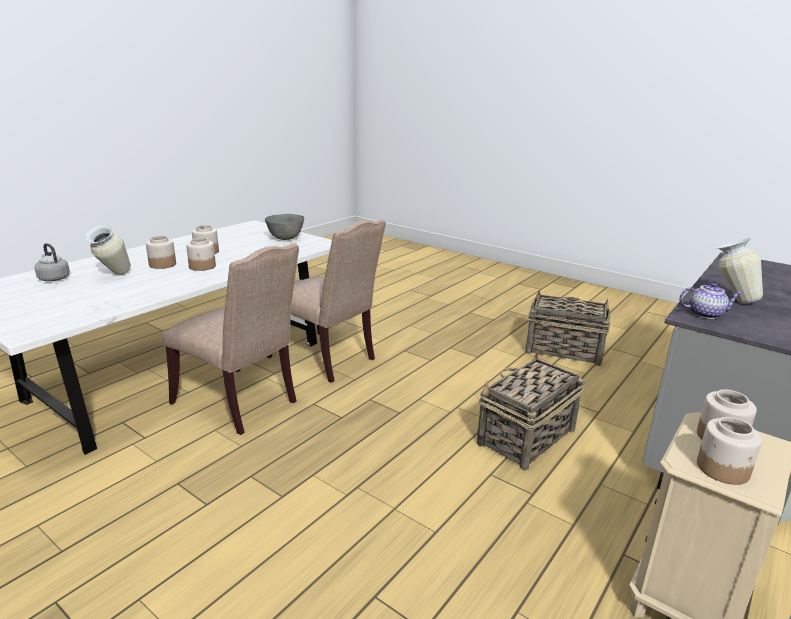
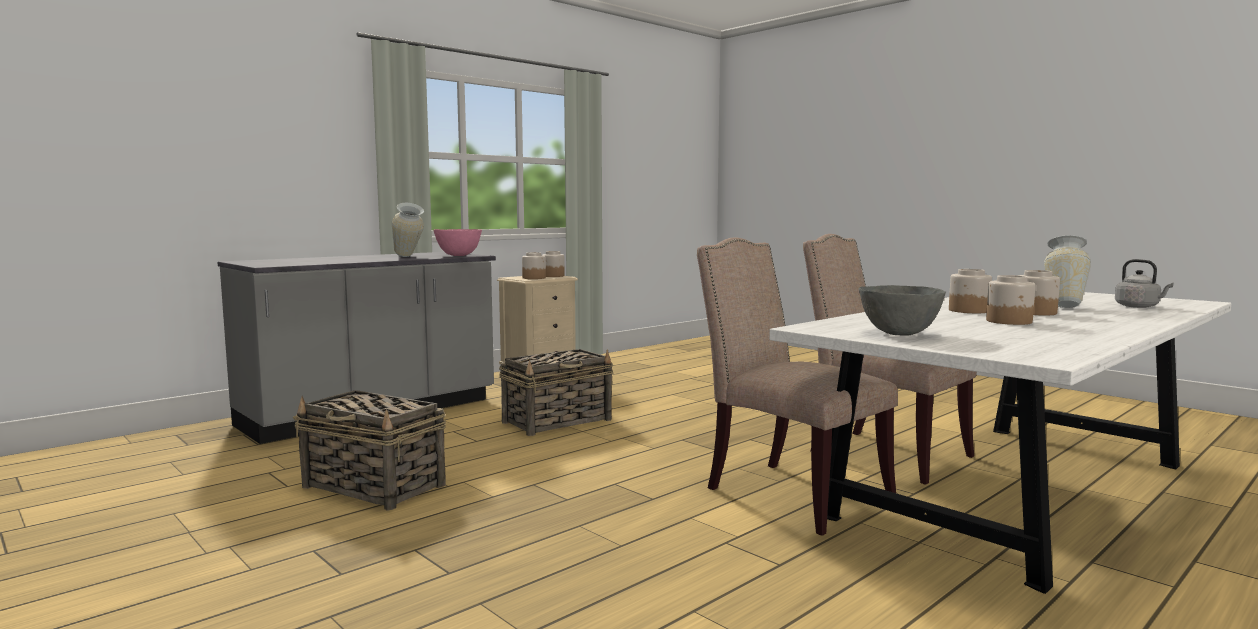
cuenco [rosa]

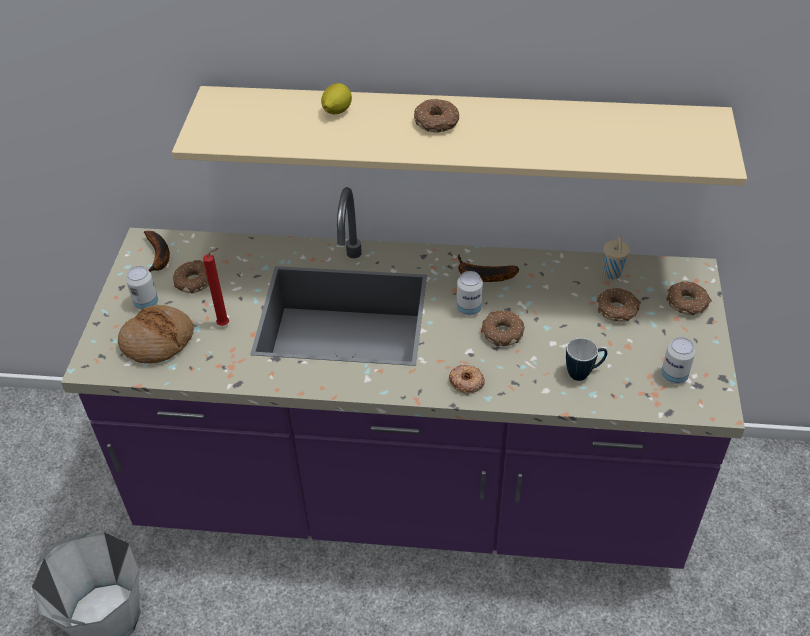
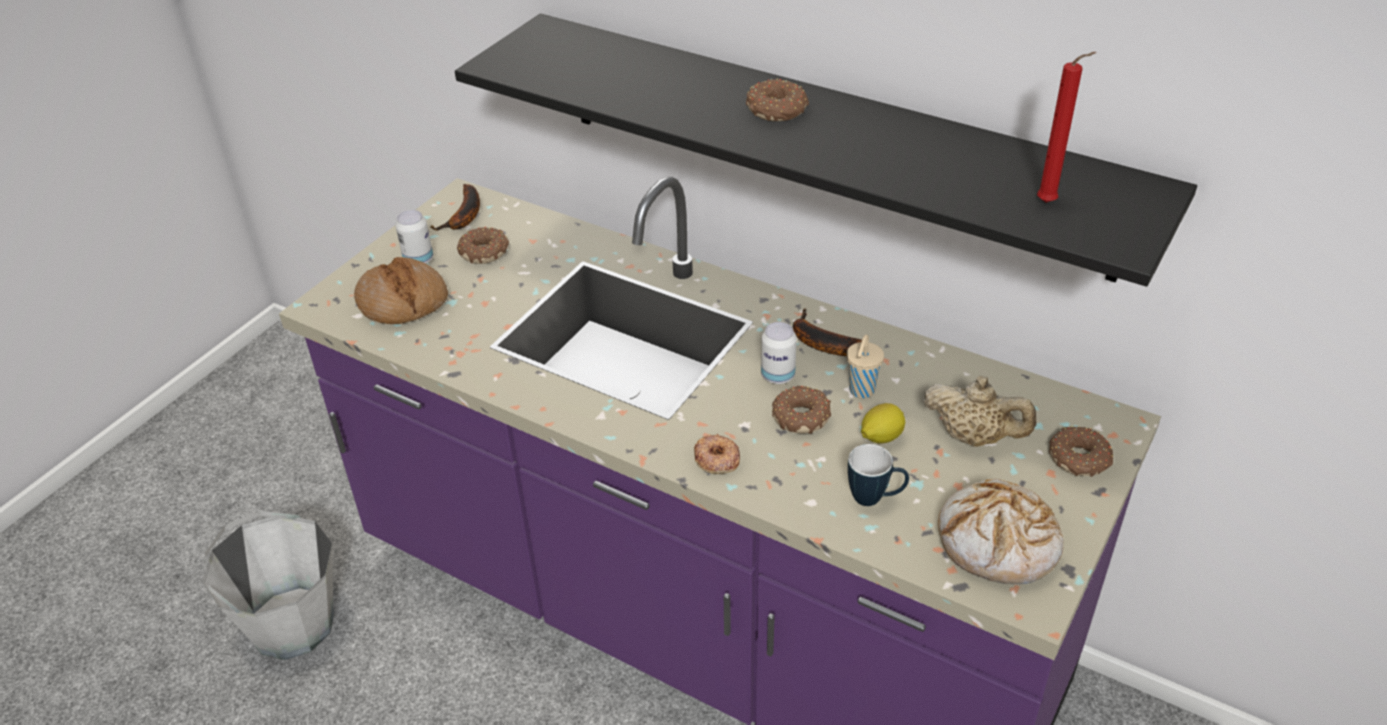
estante [negro]; taza [beis]; limón; tetera [beis]; pan (no. 2 from left); vela [rojo]

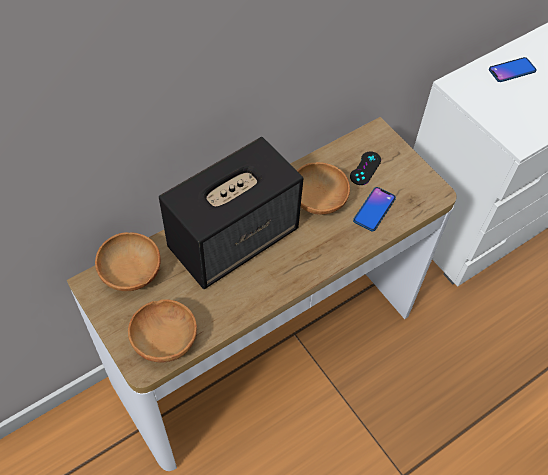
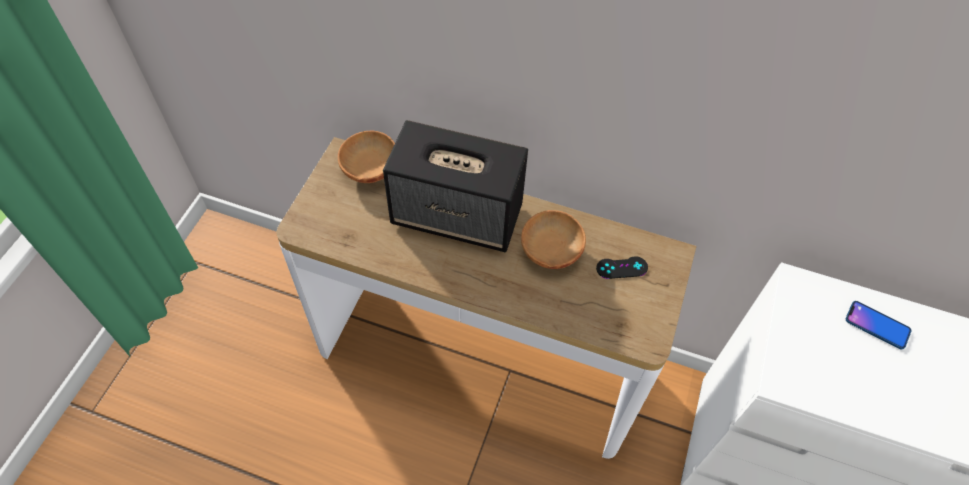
cuenco [marrón] (no. 2 from left in the first image); móvil (no. 1 from left in the first image)

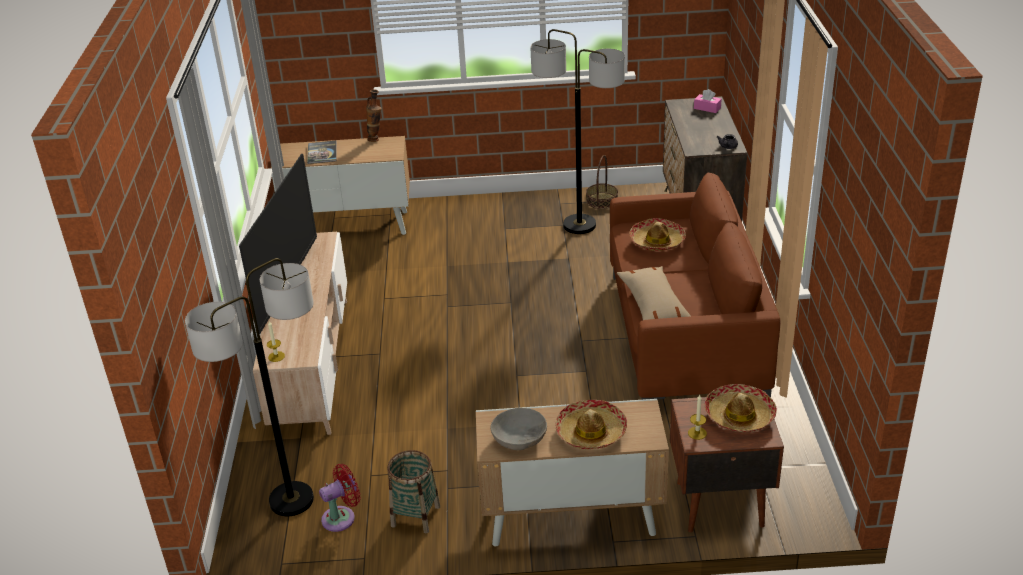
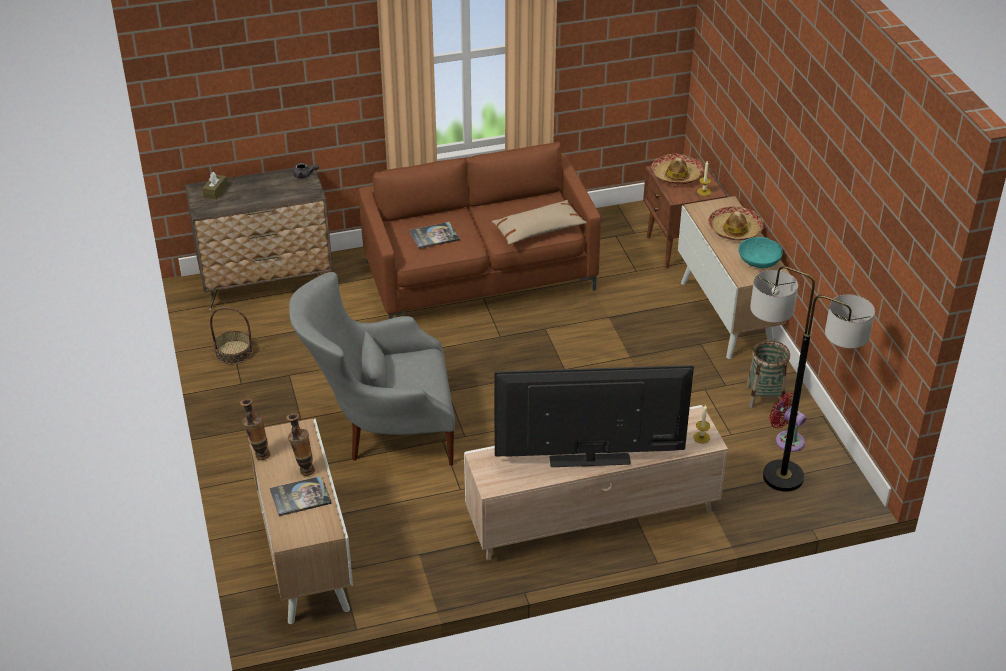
caja de pañuelos [marrón]; florero (no. 2 from left); sillón [gris]; libro (no. 2 from left); cuenco [turquesa]; lámpara de pie (no. 2 from left in the first image)

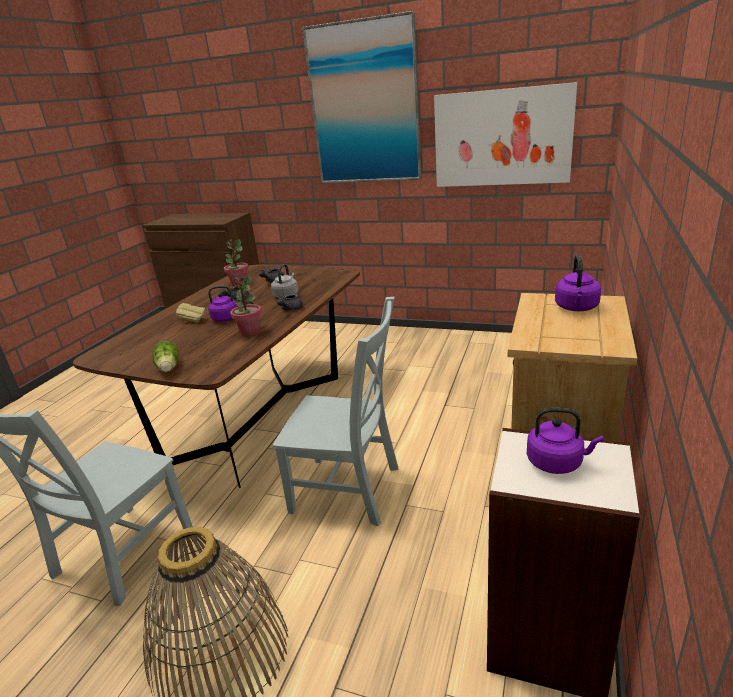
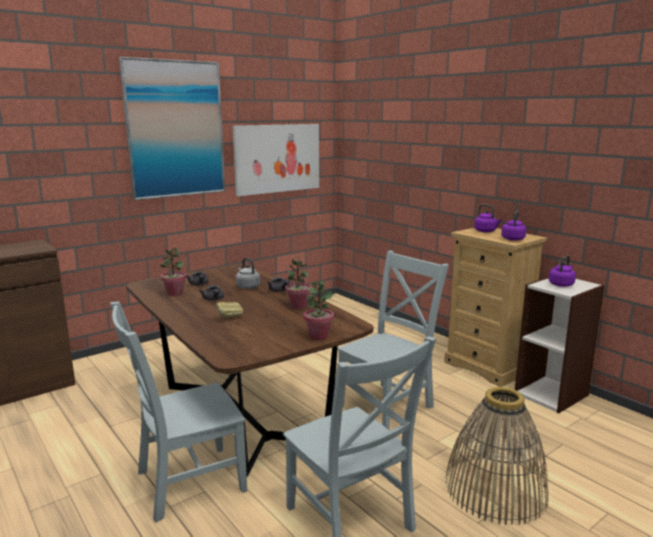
silla [gris] (no. 1 from left); planta en maceta (no. 3 from left); hervidor [morado] (no. 2 from left)

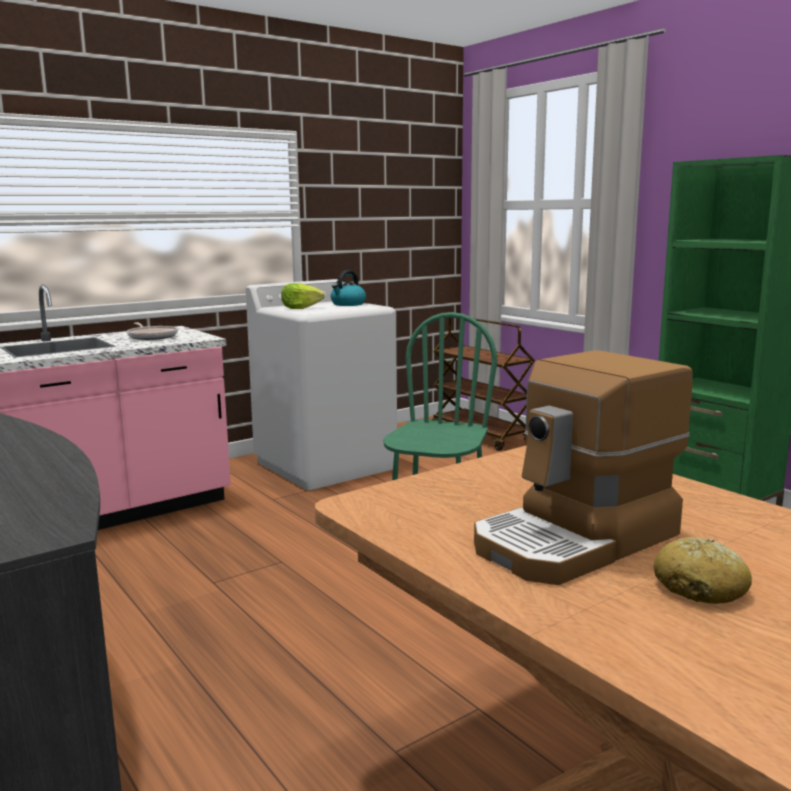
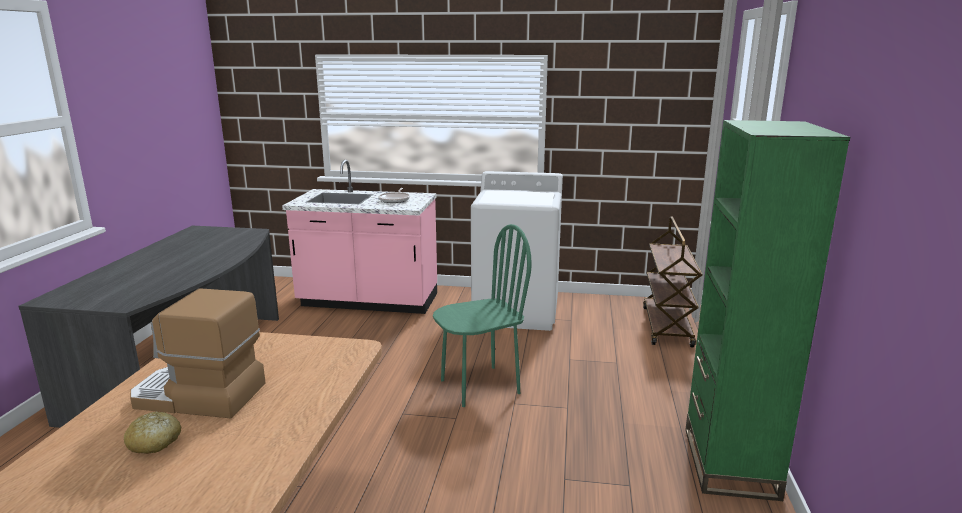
lechuga; hervidor

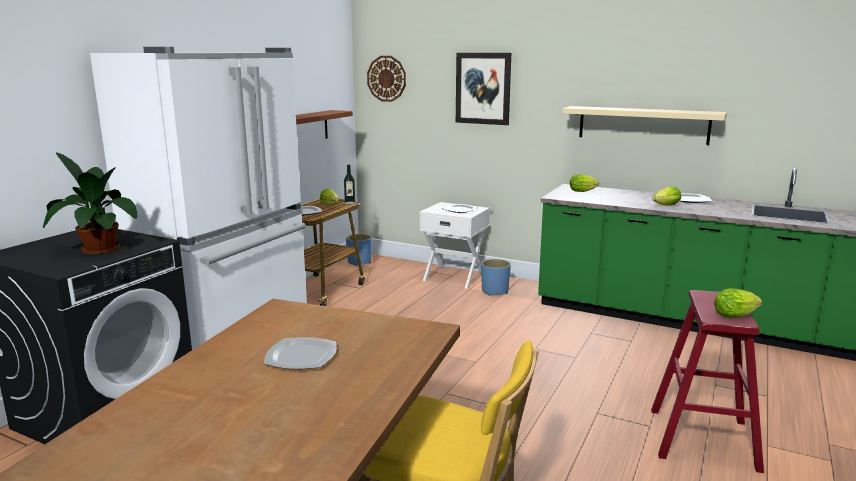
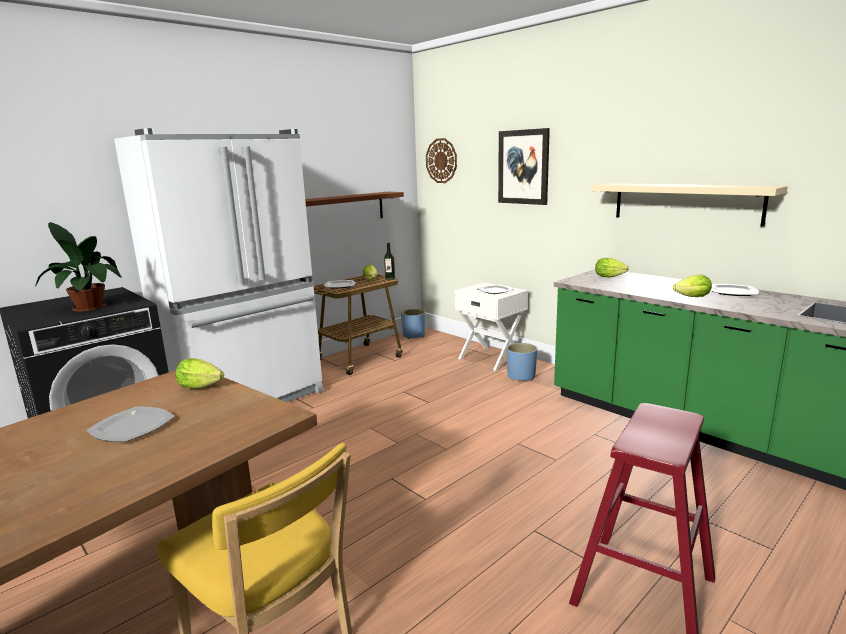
lechuga (no. 1 from left)

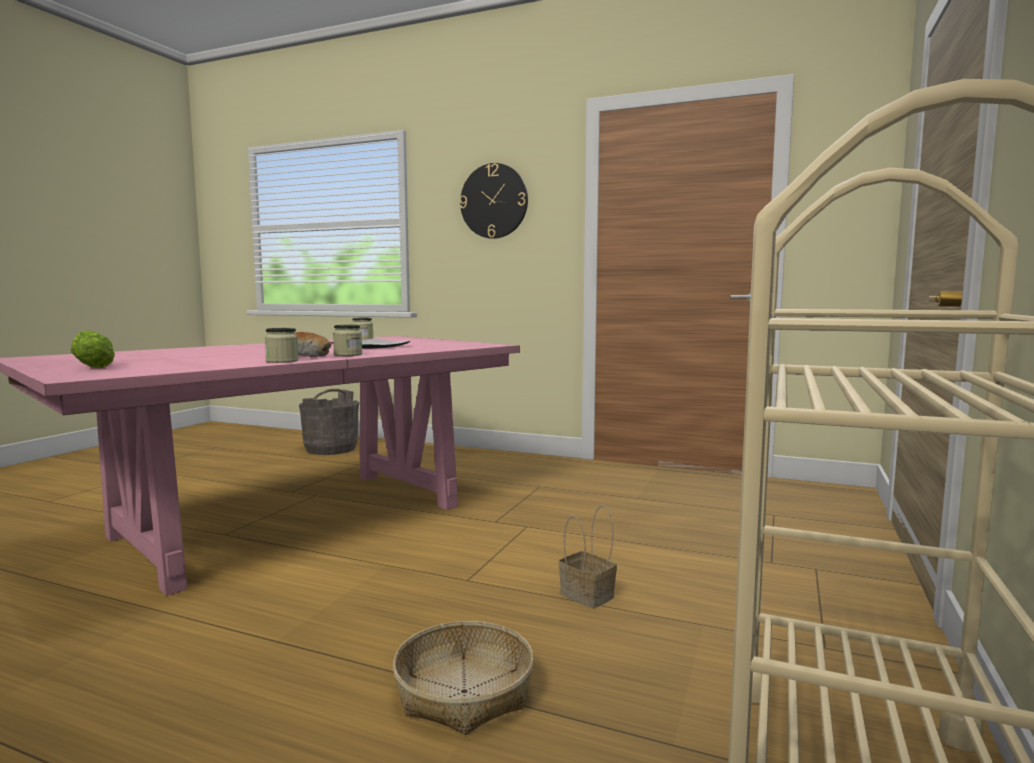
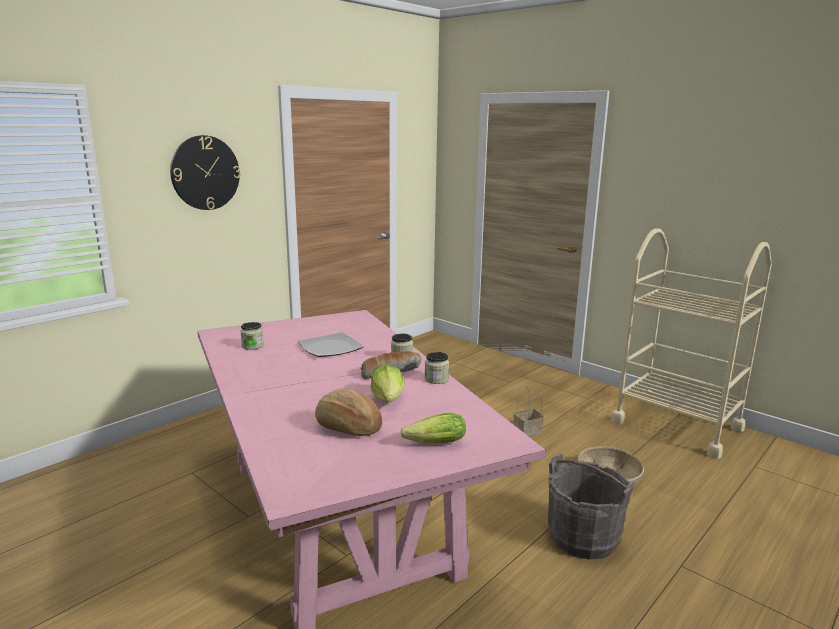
pan (no. 1 from left); lechuga (no. 1 from left); cubo [gris]

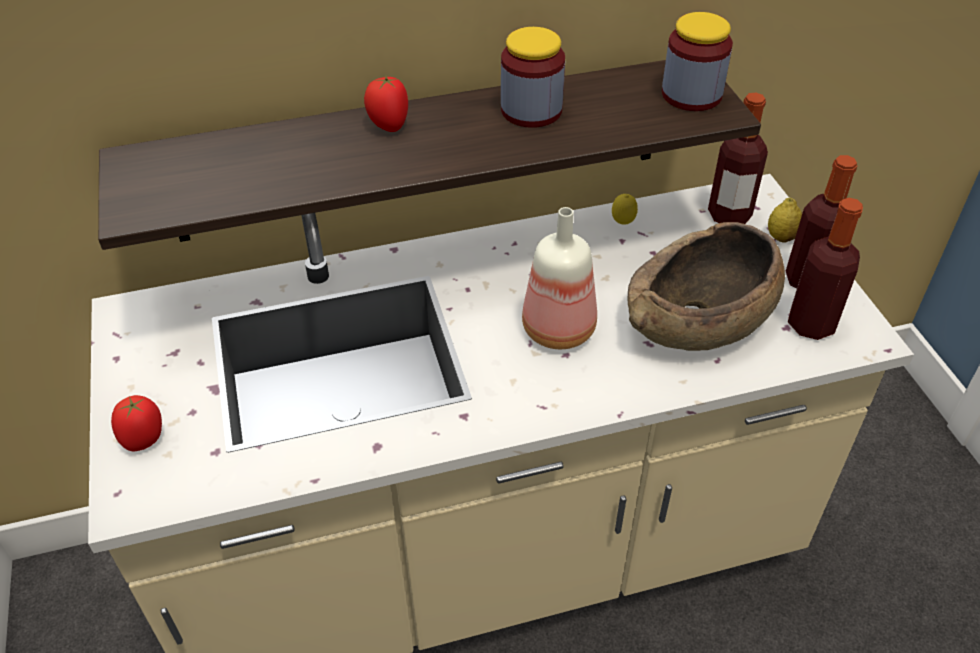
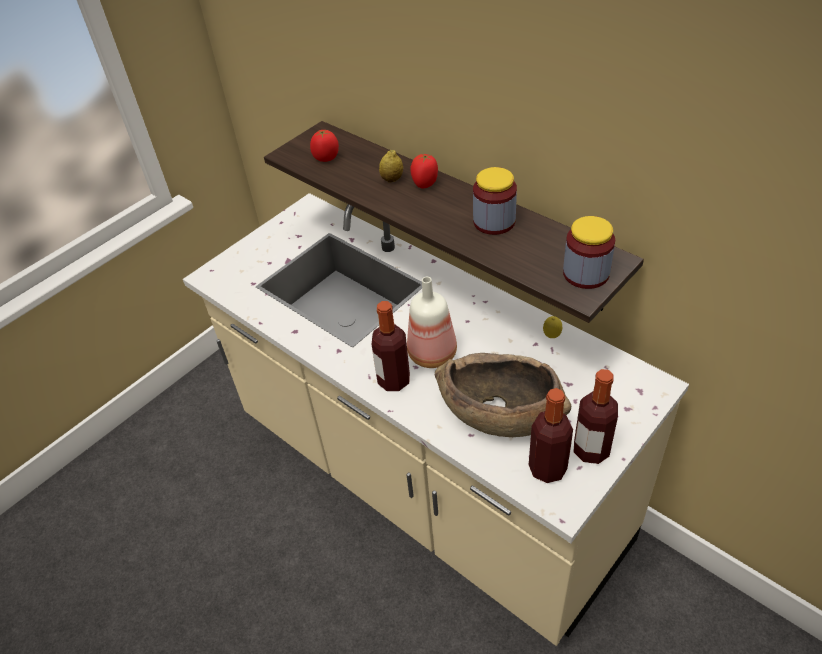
tomate (no. 1 from left); botella (no. 1 from left); limón (no. 1 from left)

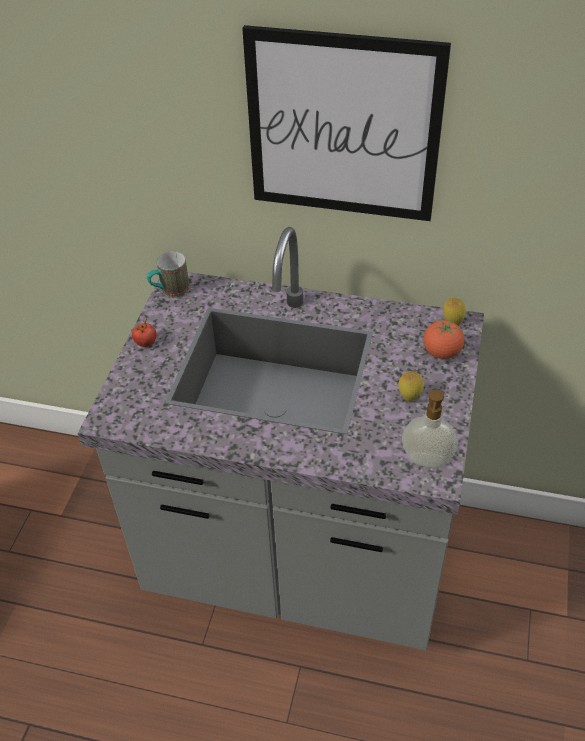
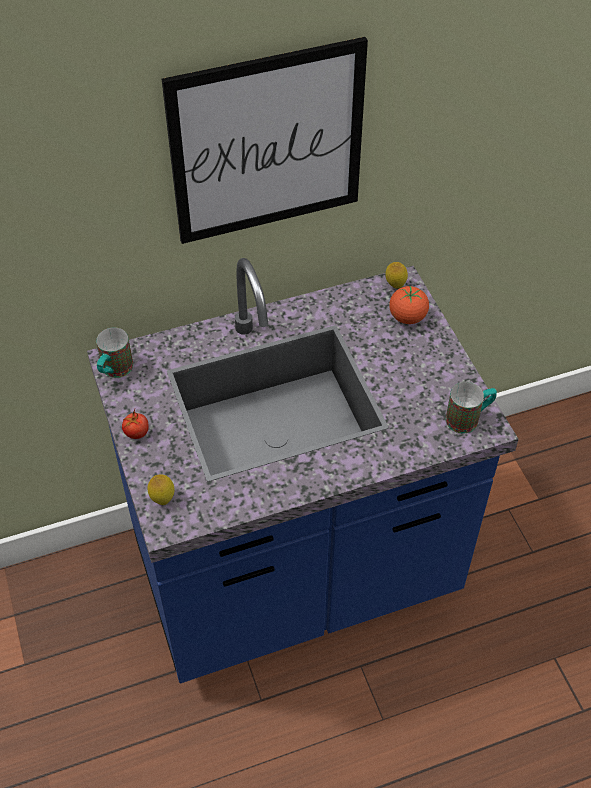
mueble bajo de cocina [azul]; limón (no. 1 from left); taza grande (no. 2 from left)

